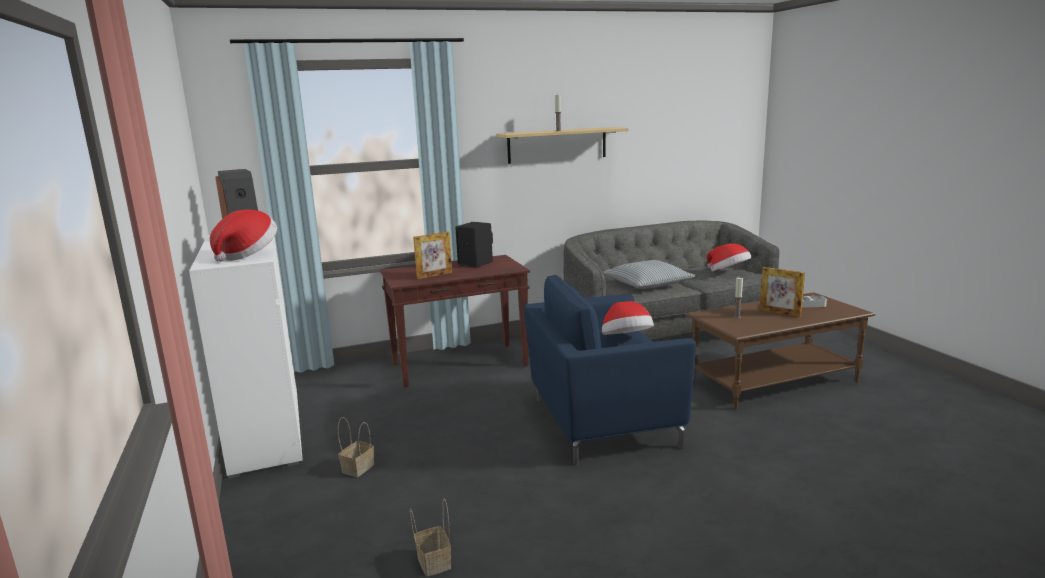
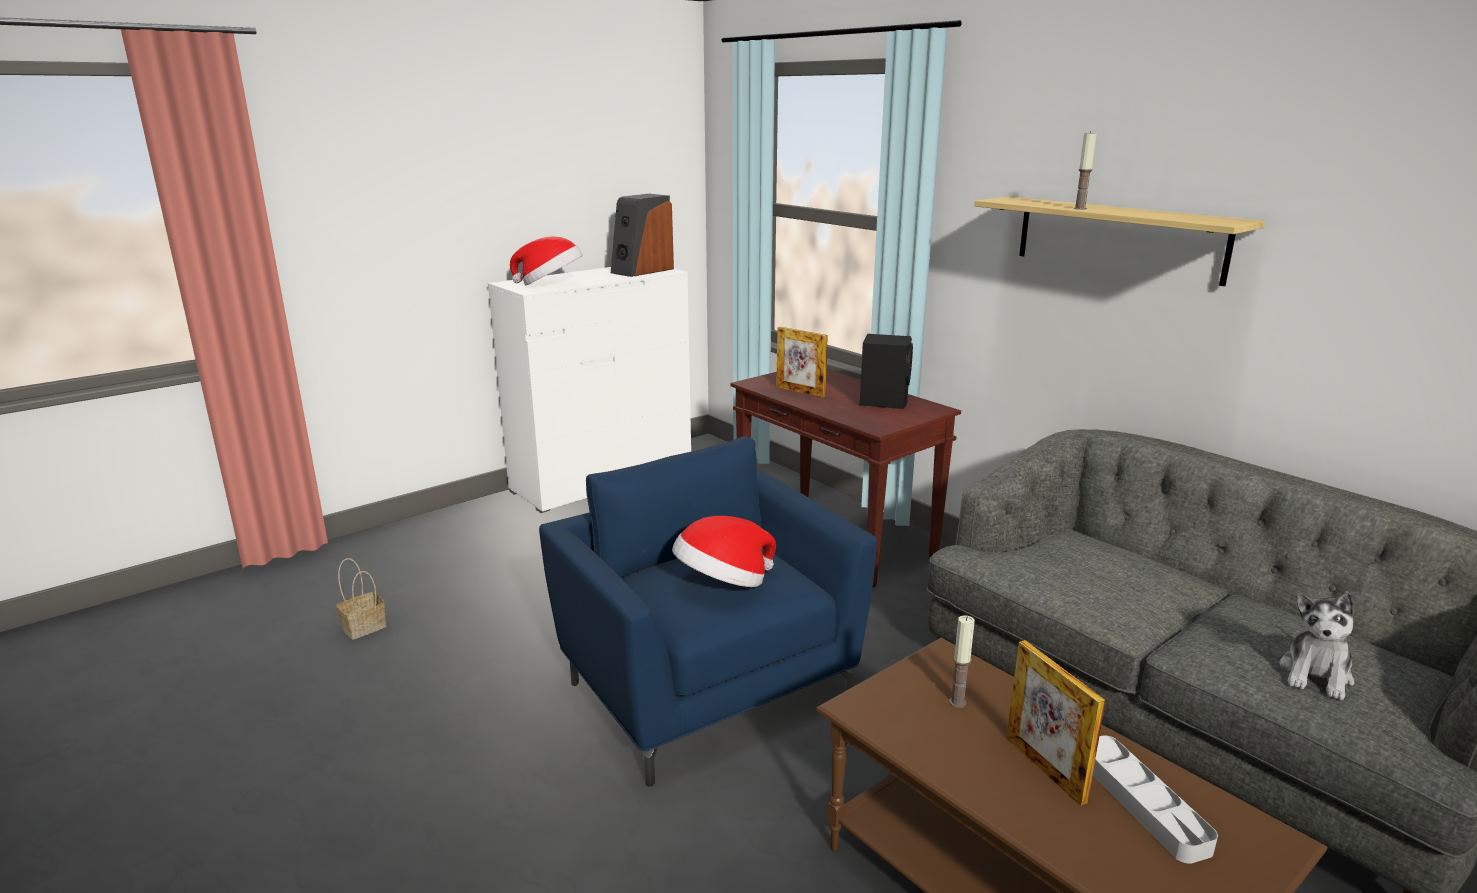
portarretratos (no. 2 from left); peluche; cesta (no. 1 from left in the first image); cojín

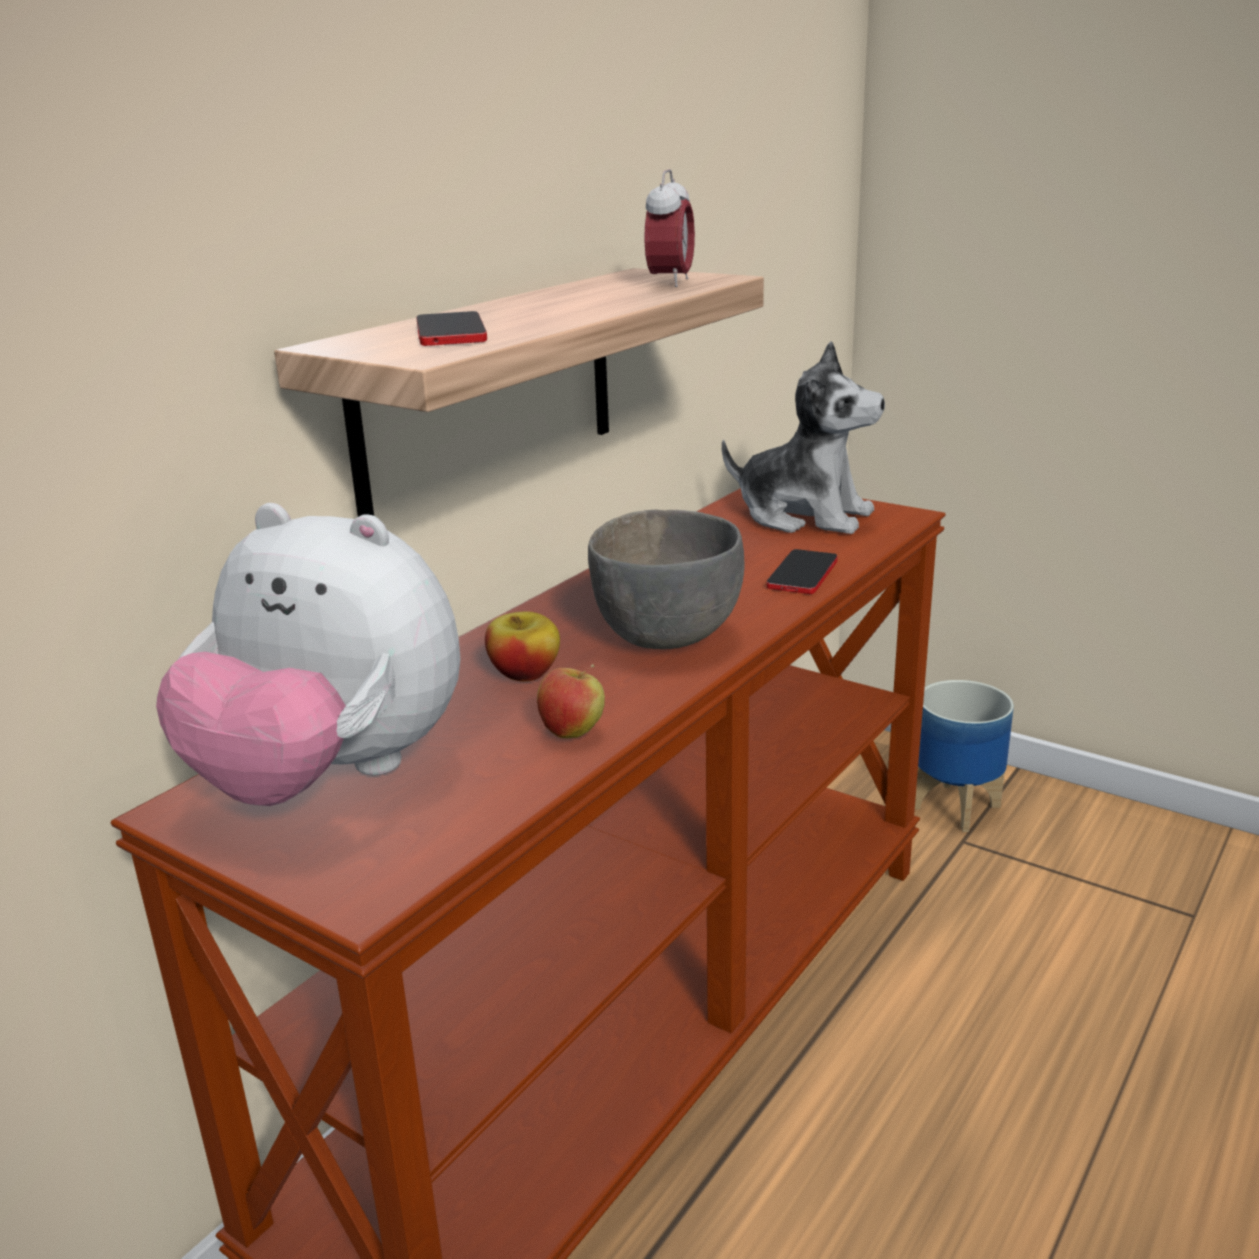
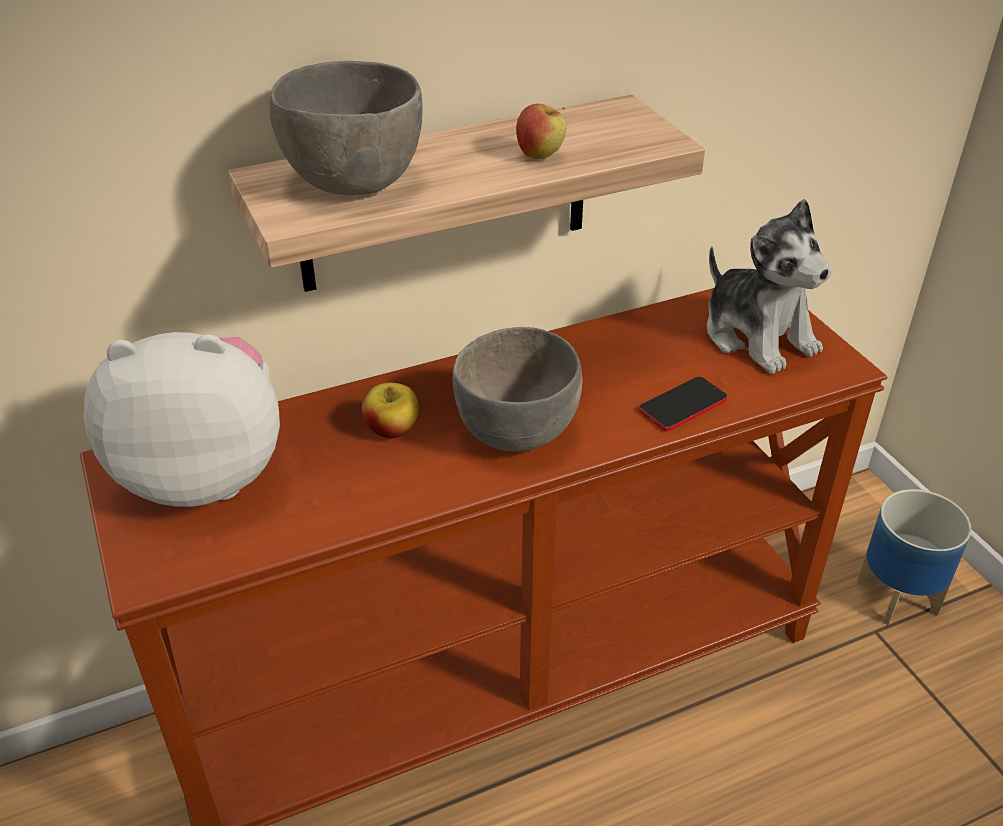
peluche (no. 1 from left); cuenco [gris] (no. 1 from left); manzana (no. 2 from left); despertador

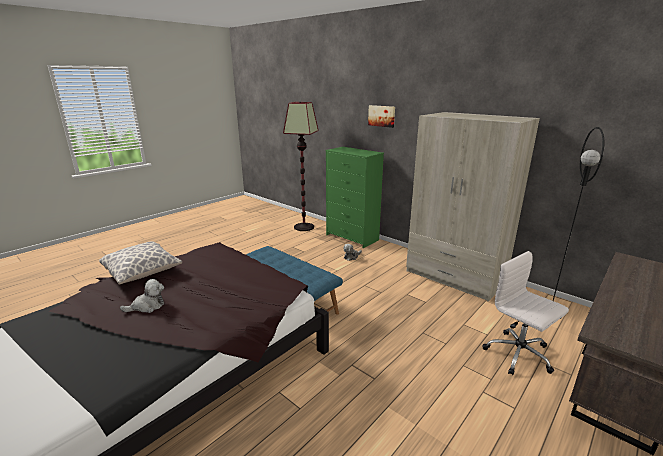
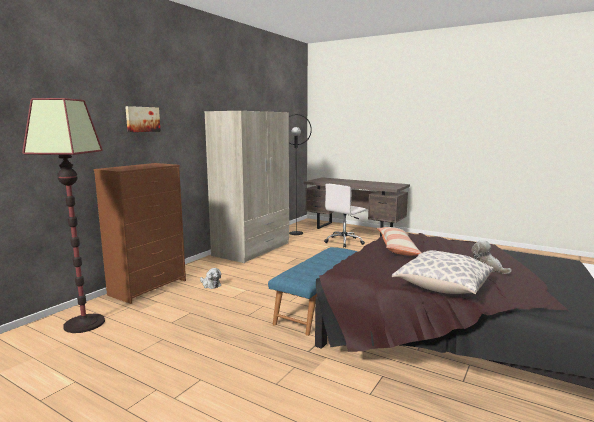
cómoda [marrón]; cojín (no. 1 from left)

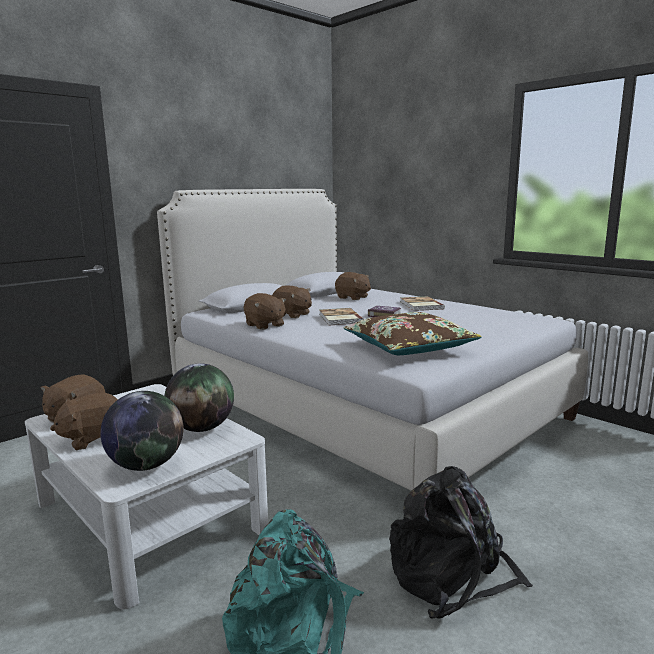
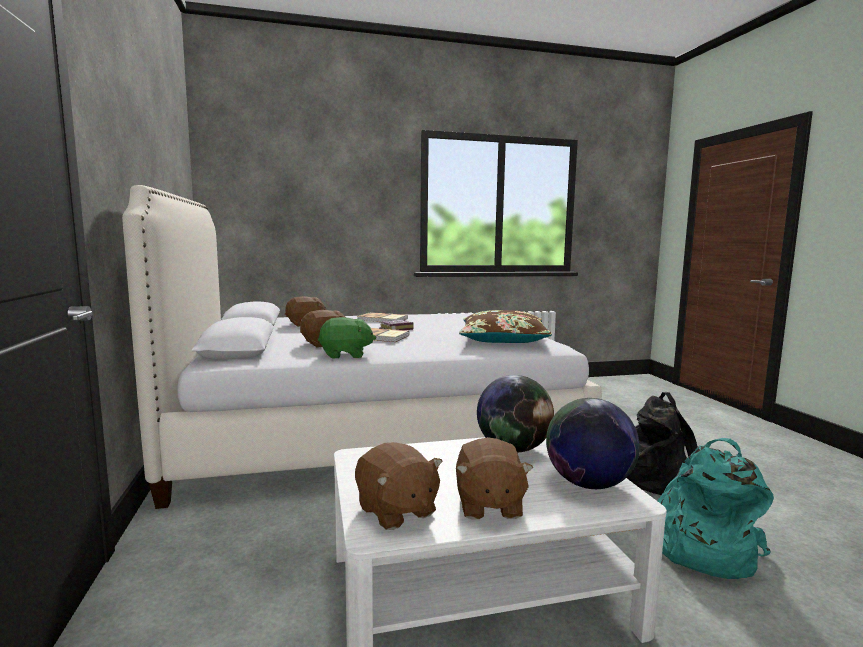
peluche [verde]

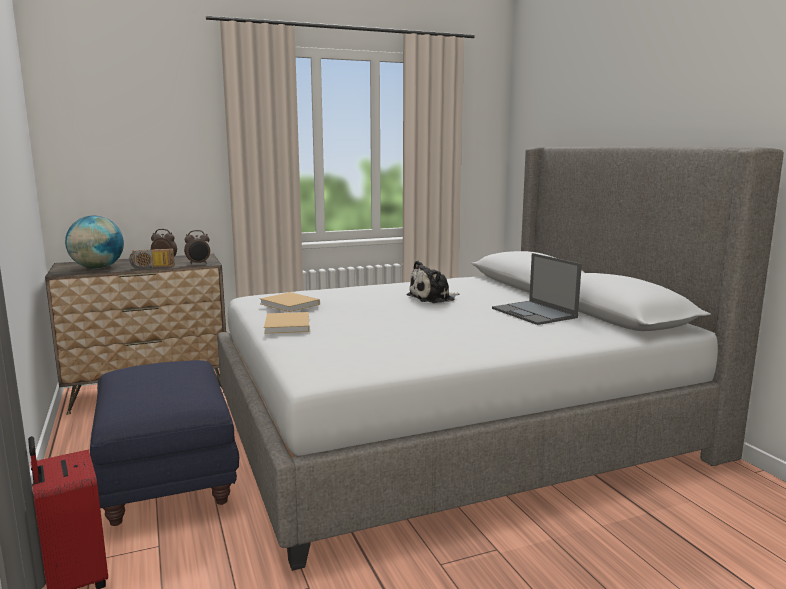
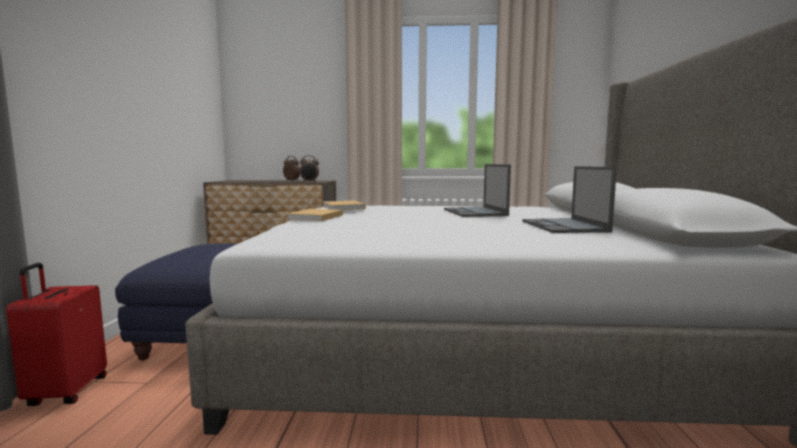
portátil (no. 1 from left); globo terráqueo; radio

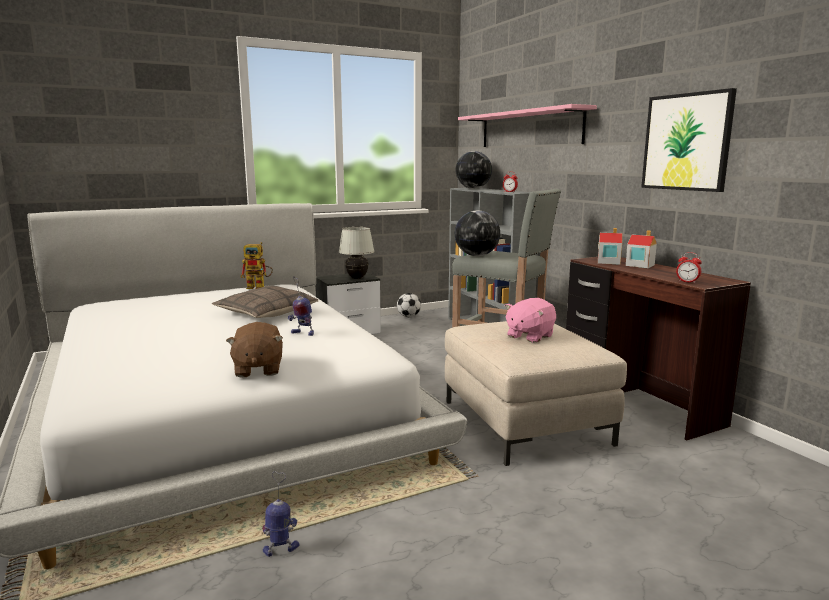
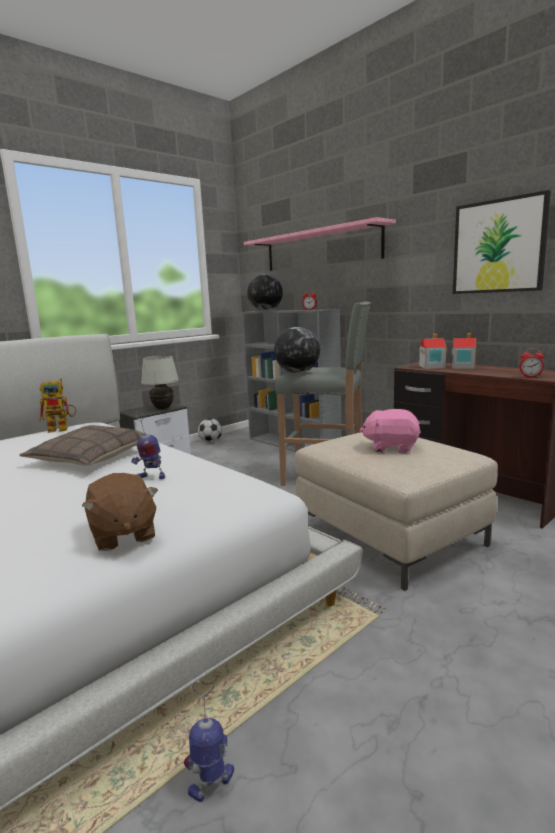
peluche [rosa]

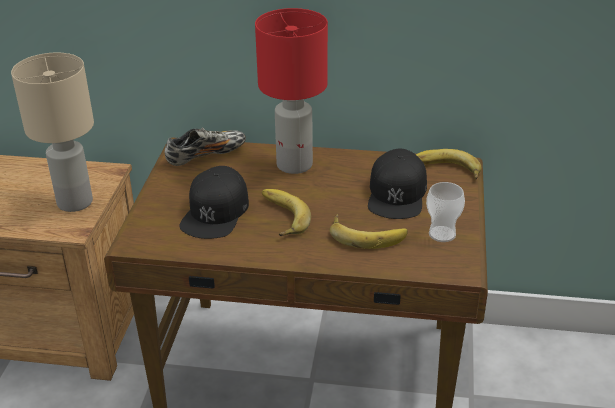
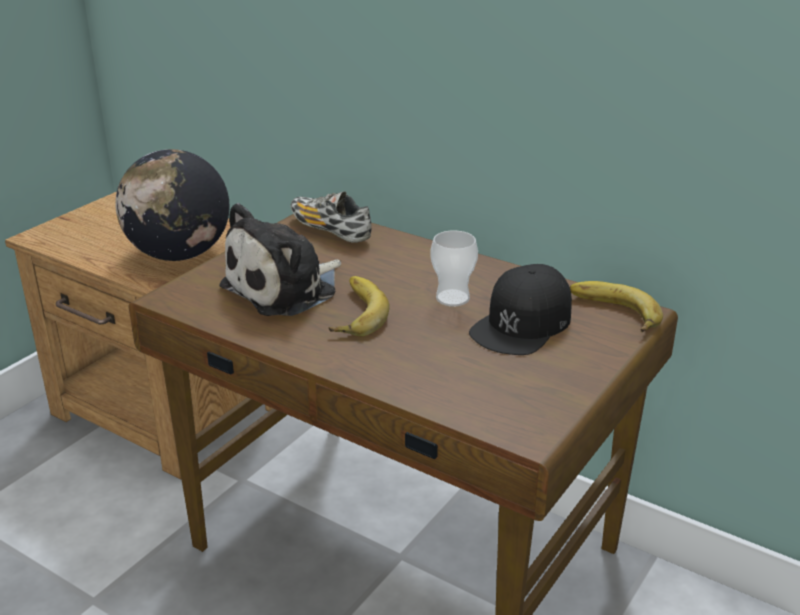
globo terráqueo; peluche; zapato; taza; lámpara de mesa [rojo]; plátano (no. 2 from left in the first image)

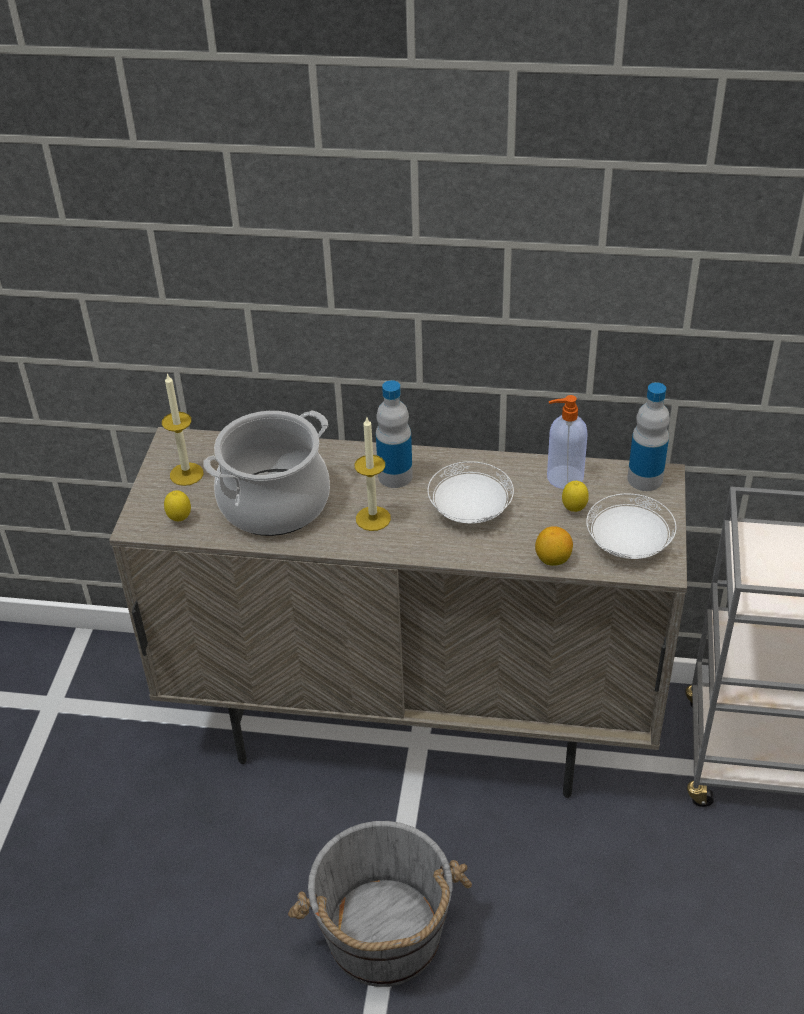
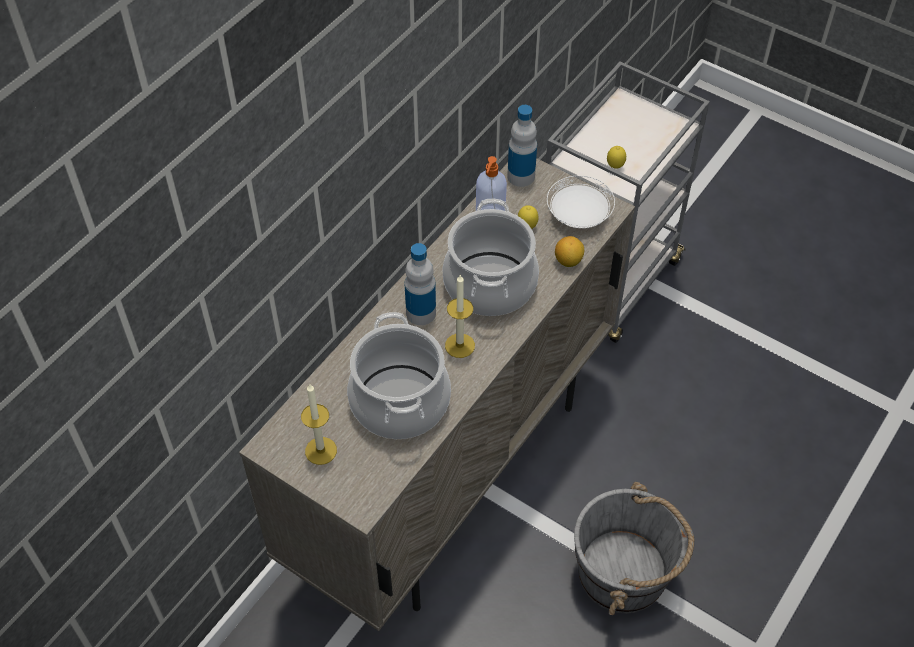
olla (no. 2 from left); limón (no. 3 from left)

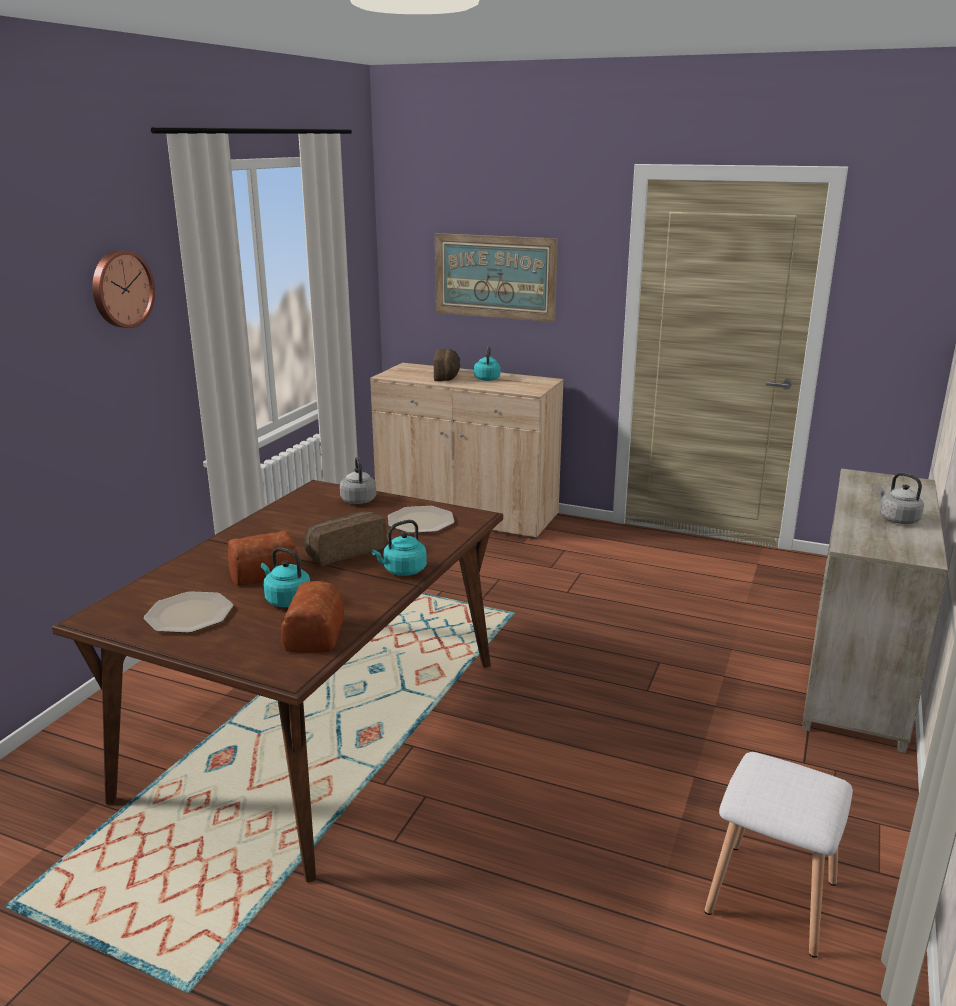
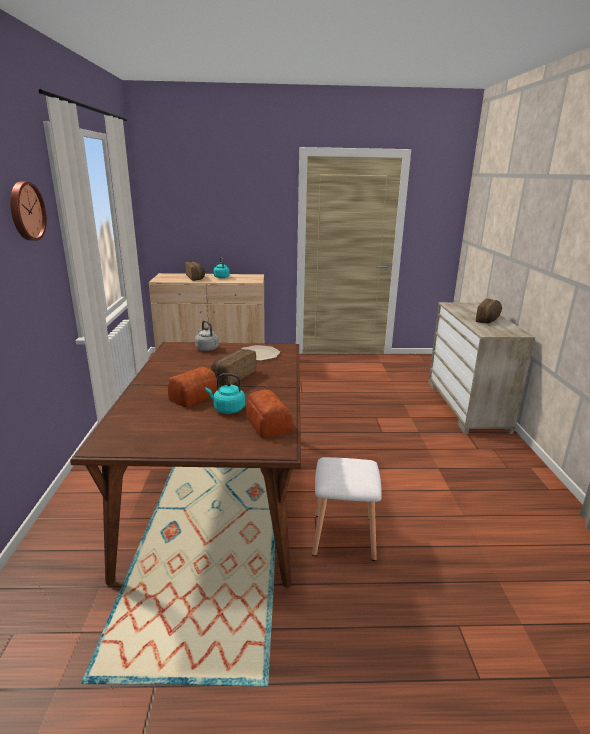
taburete [blanco]; pan (no. 5 from left); plato (no. 1 from left in the first image); hervidor [turquesa] (no. 2 from left in the first image); cuadro

